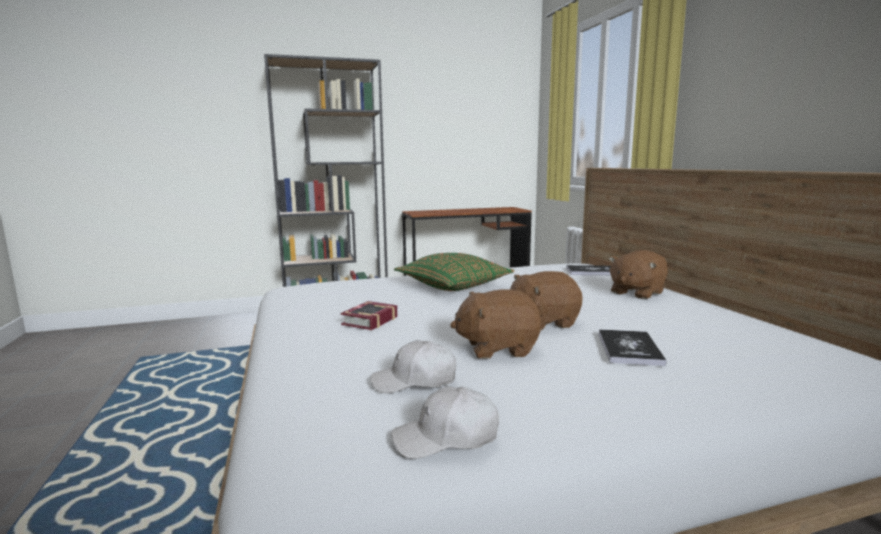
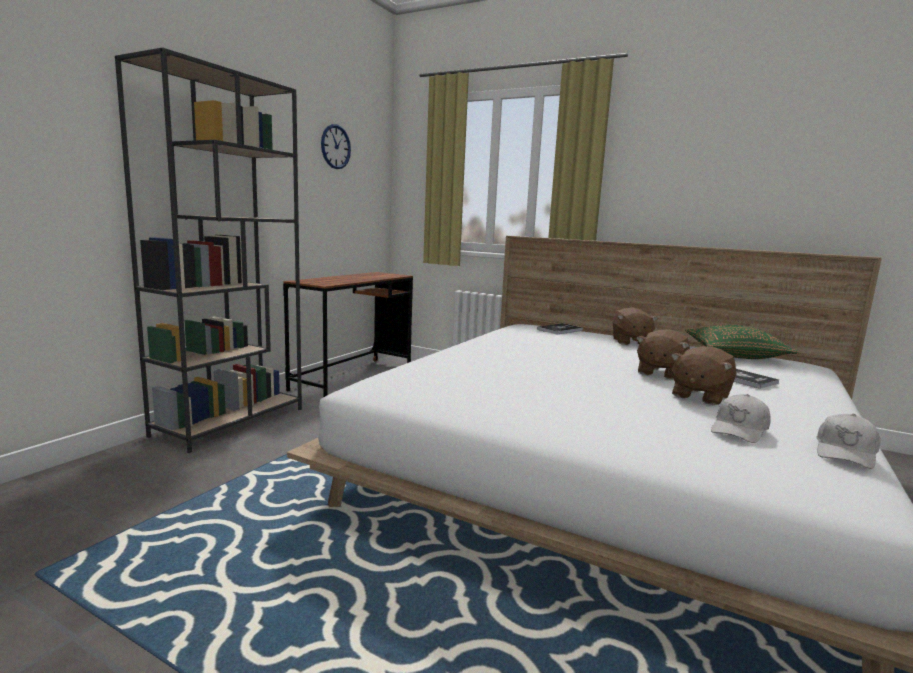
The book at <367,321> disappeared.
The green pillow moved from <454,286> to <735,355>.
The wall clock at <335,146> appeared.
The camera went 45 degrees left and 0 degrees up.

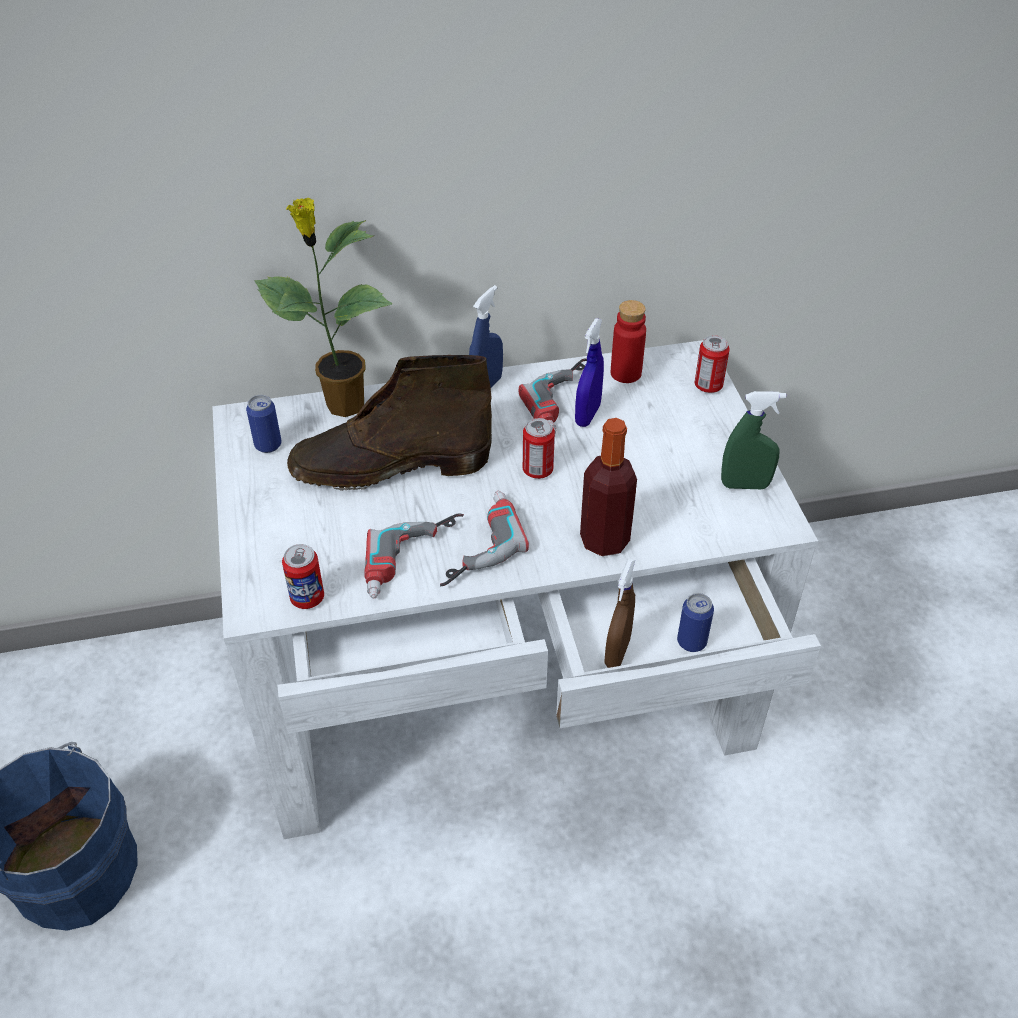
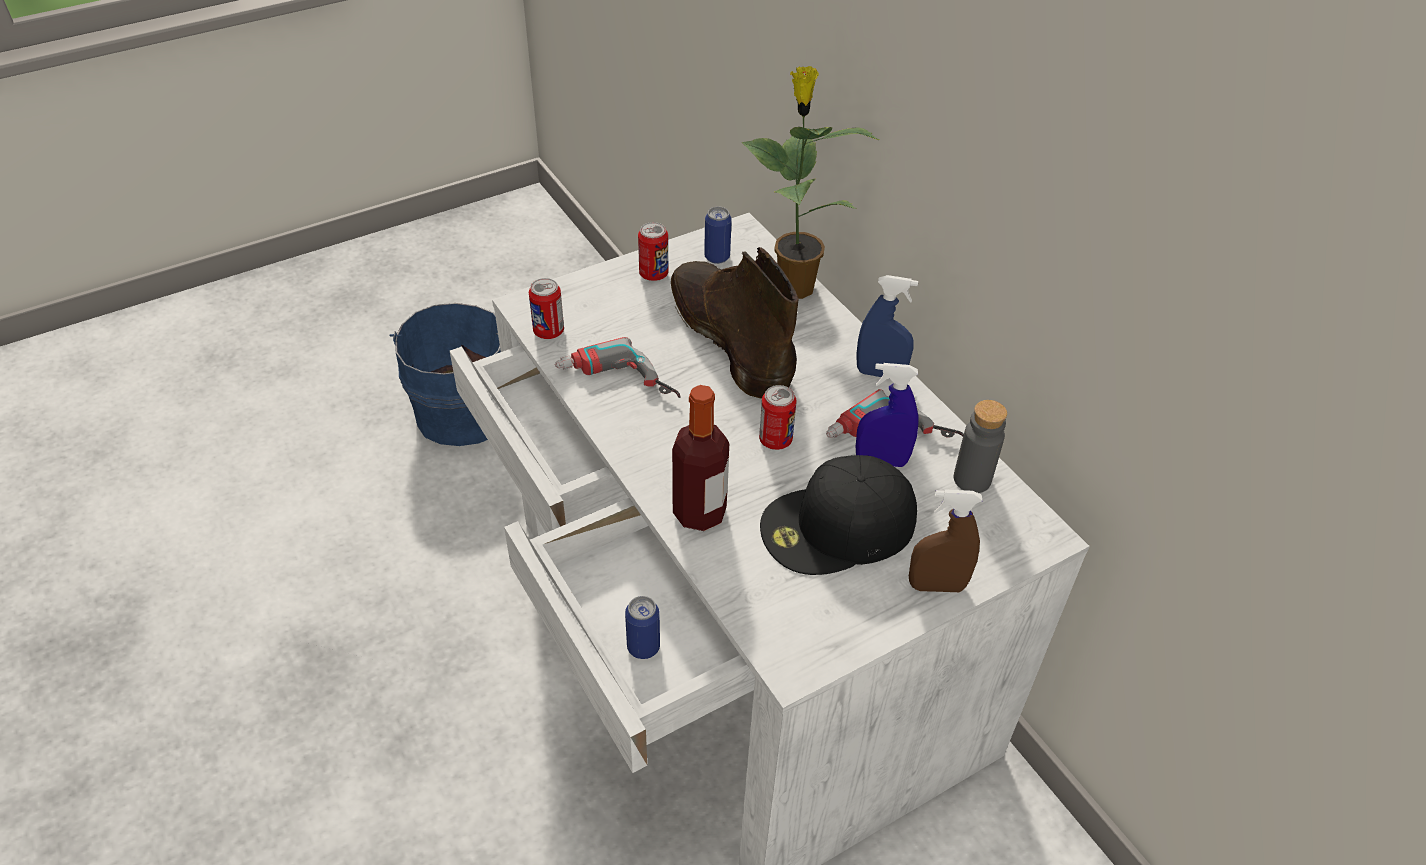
The power drill at <474,543> disappeared.
The brown spray bottle moved from <617,652> to <936,586>.
The red bottle at <625,373> became the grey bottle at <972,479>.
The can moved from <708,386> to <653,274>.
The green spray bottle at <745,485> disappeared.
The black cap at <837,527> appeared.
The camera went 70 degrees right and 0 degrees up.

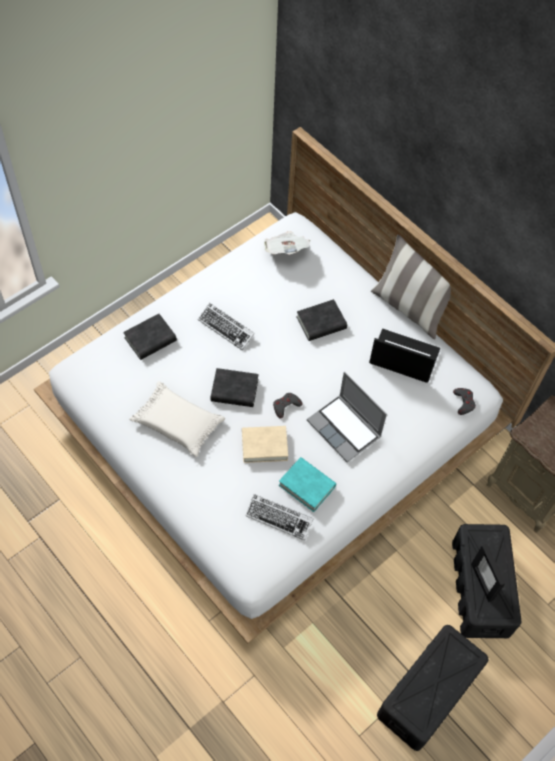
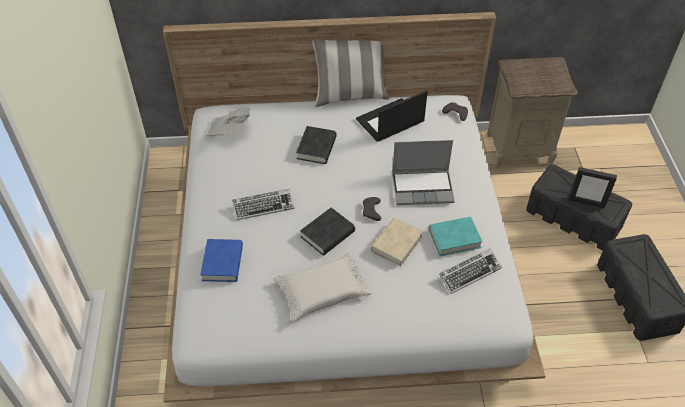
The black book at <150,339> became the blue book at <222,263>.
The camera went 50 degrees left and 10 degrees down.

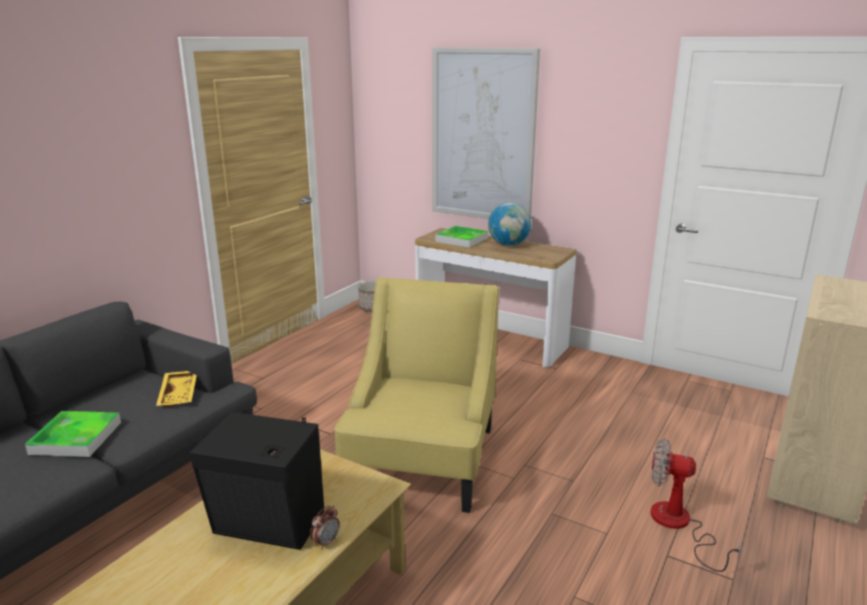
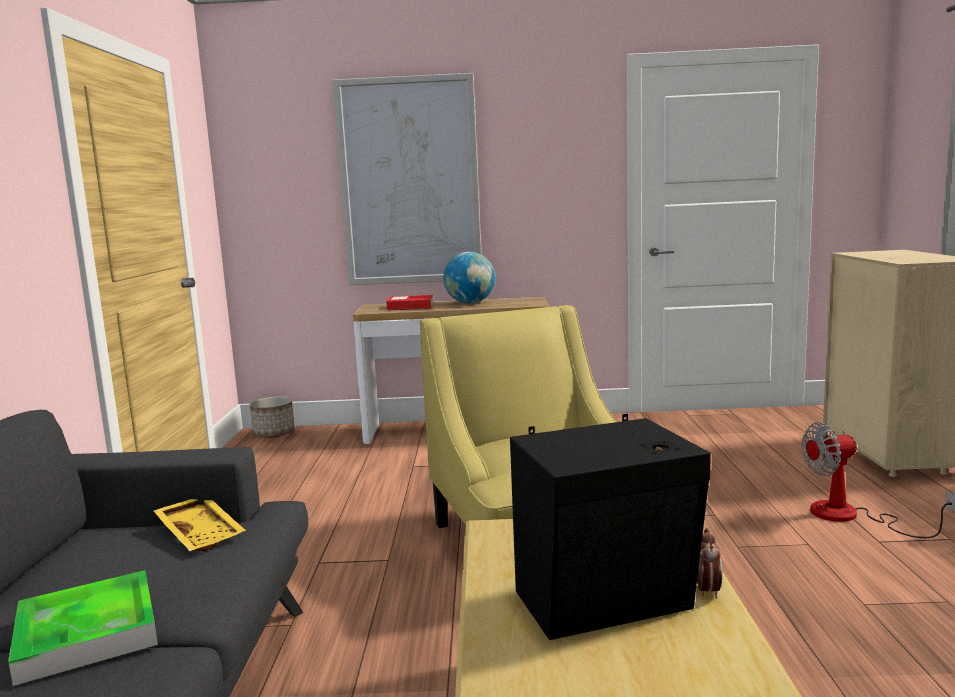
The tray at <462,240> was replaced by the book at <410,307>.
The camera went 30 degrees left and 10 degrees down.

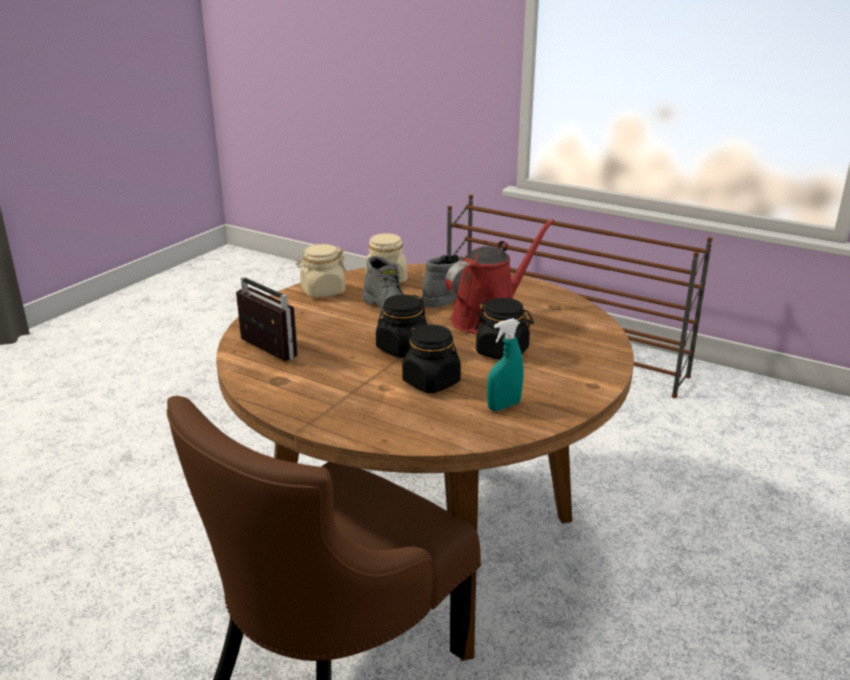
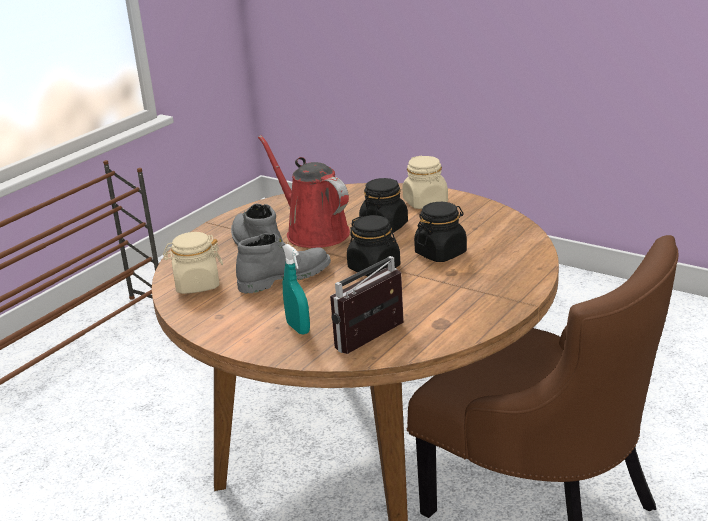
The beige jar moved from <322,291> to <425,202>.
The turquoise spray bottle moved from <504,406> to <298,328>.
The camera went 85 degrees left and 0 degrees up.

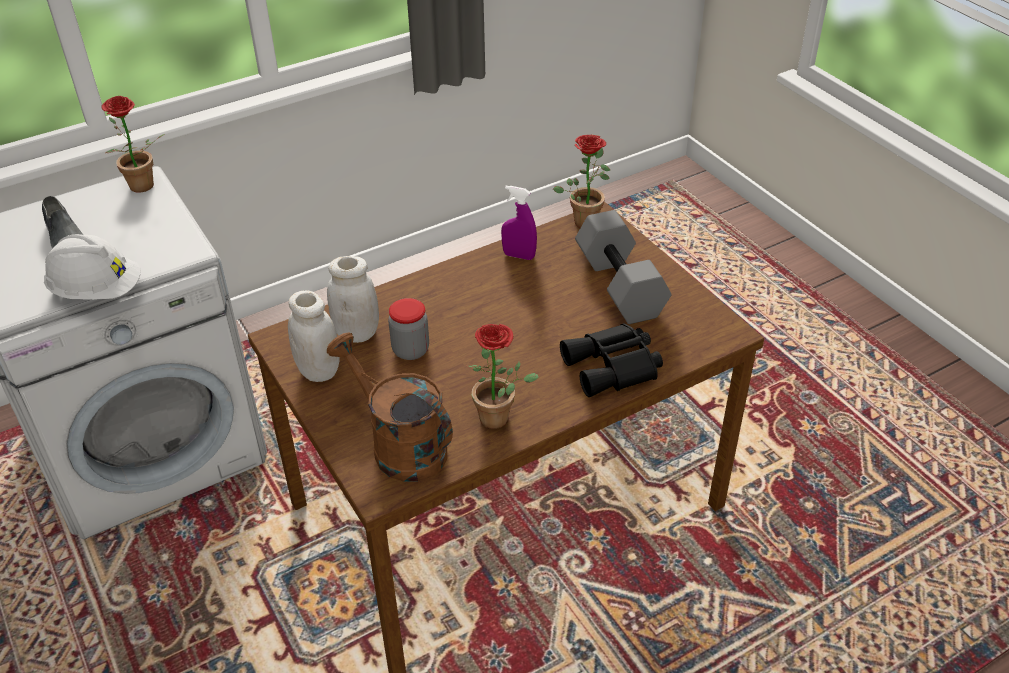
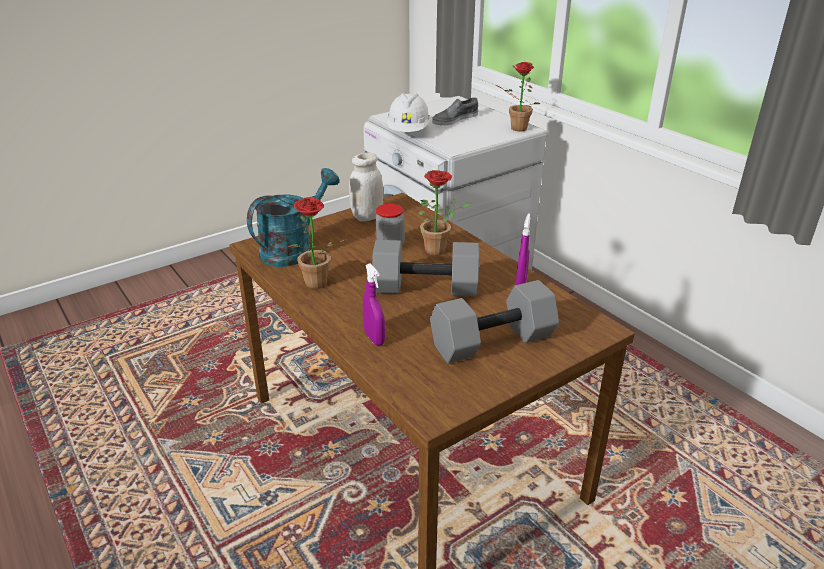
The white jar at <357,333> disappeared.
The brown watering can at <399,445> became the turquoise watering can at <293,249>.
The potted plant moved from <585,218> to <439,250>.
The black binoculars at <614,367> was replaced by the purple spray bottle at <374,338>.
The grey dumbbell at <427,286> appeared.
The camera went 85 degrees right and 10 degrees down.

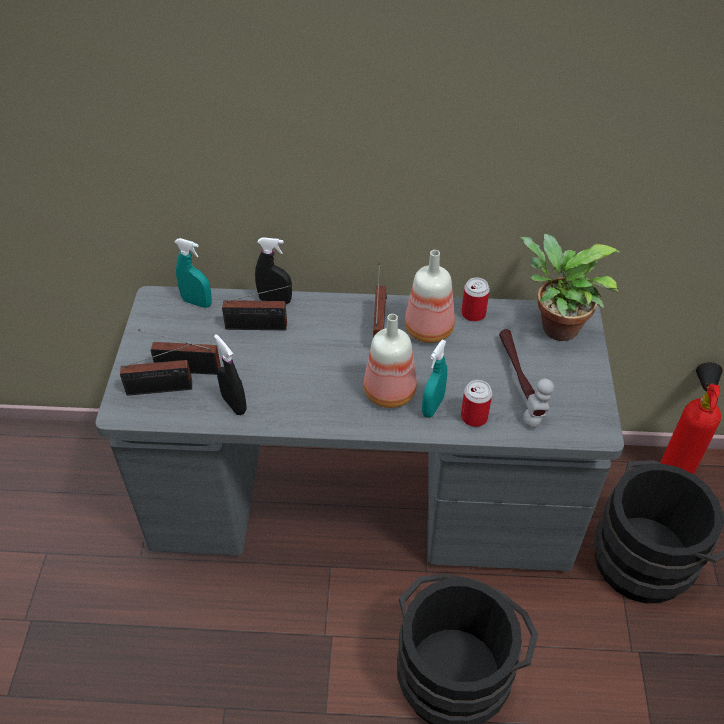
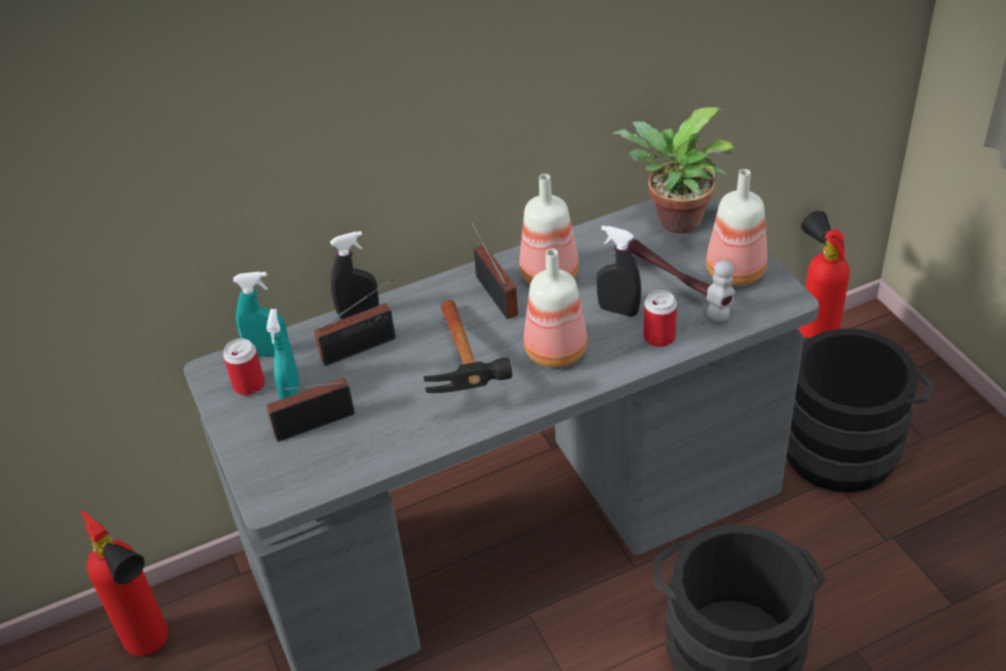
The radio at <163,388> disappeared.
The black spray bottle moved from <234,404> to <618,310>.
The turquoise spray bottle moved from <433,406> to <291,395>.
The can moved from <473,314> to <249,385>.
The fire extinguisher at <154,647> appeared.
The hammer at <468,375> appeared.
The bottle at <736,273> appeared.
The camera went 25 degrees left and 5 degrees down.

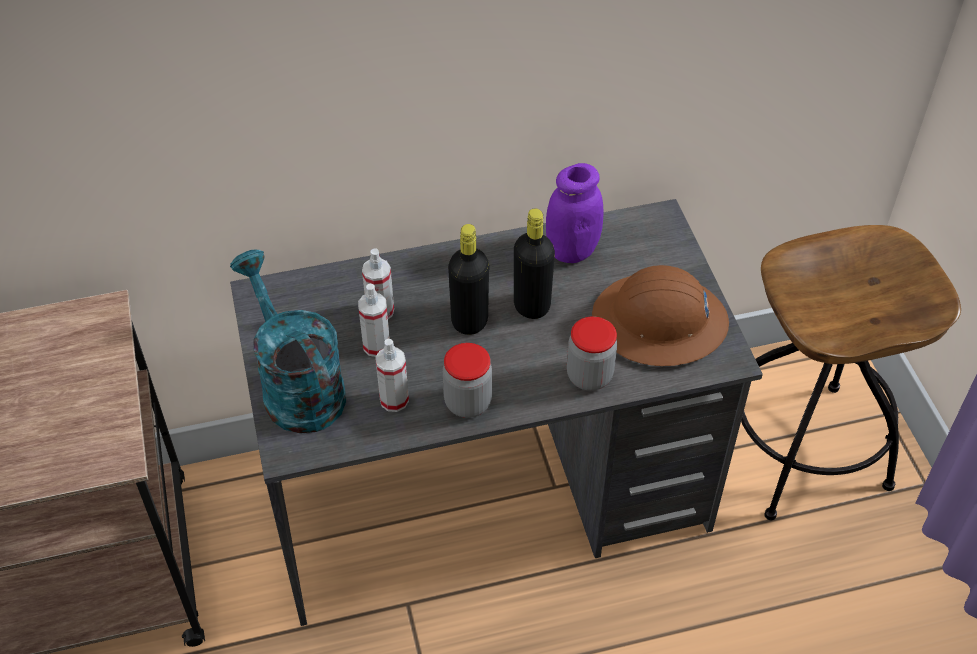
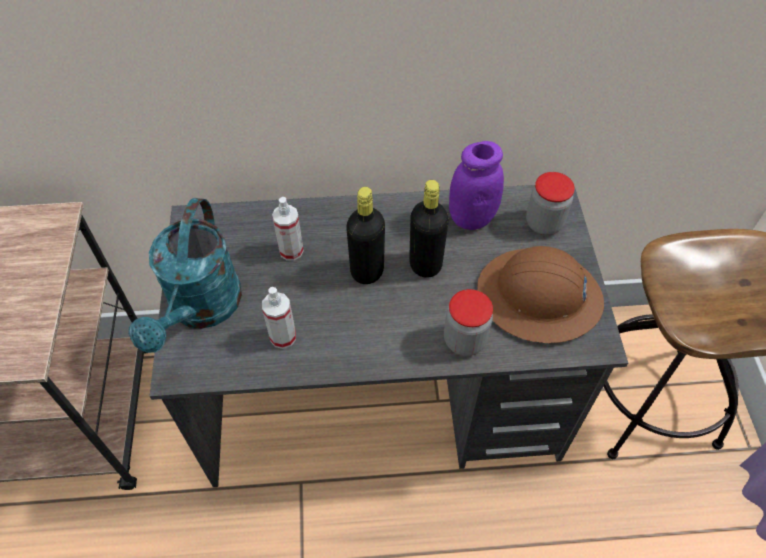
The turquoise watering can at <296,386> turned 150 degrees counterclockwise.
The spray bottle at <376,346> disappeared.
The jar moved from <468,402> to <544,223>.
The camera went 10 degrees right and 5 degrees up.

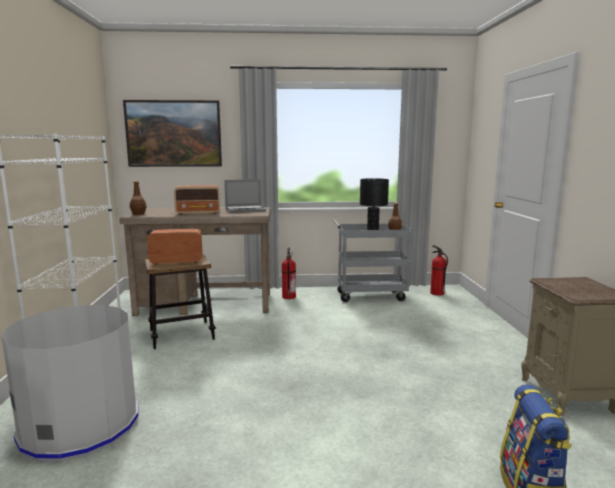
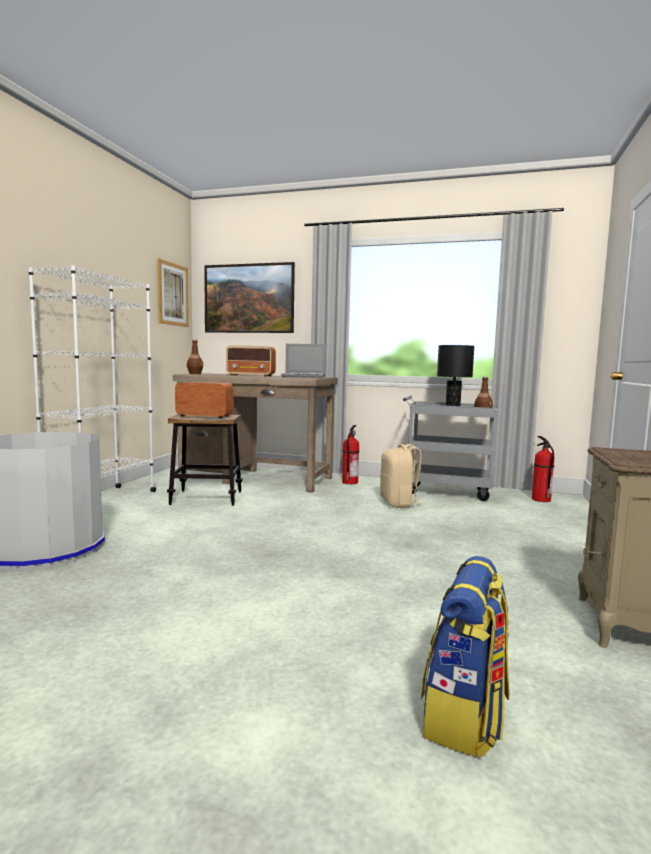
The picture at <172,294> appeared.
The beige backpack at <399,503> appeared.
The camera went 20 degrees right and 5 degrees down.

